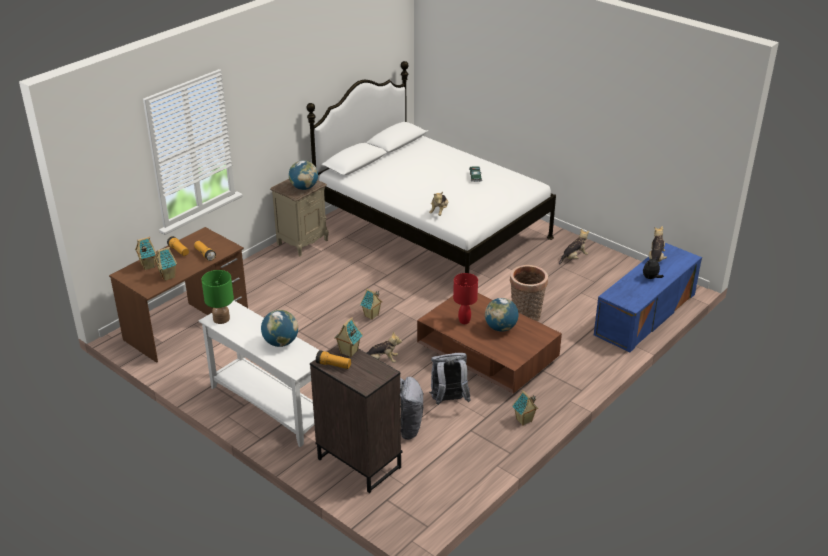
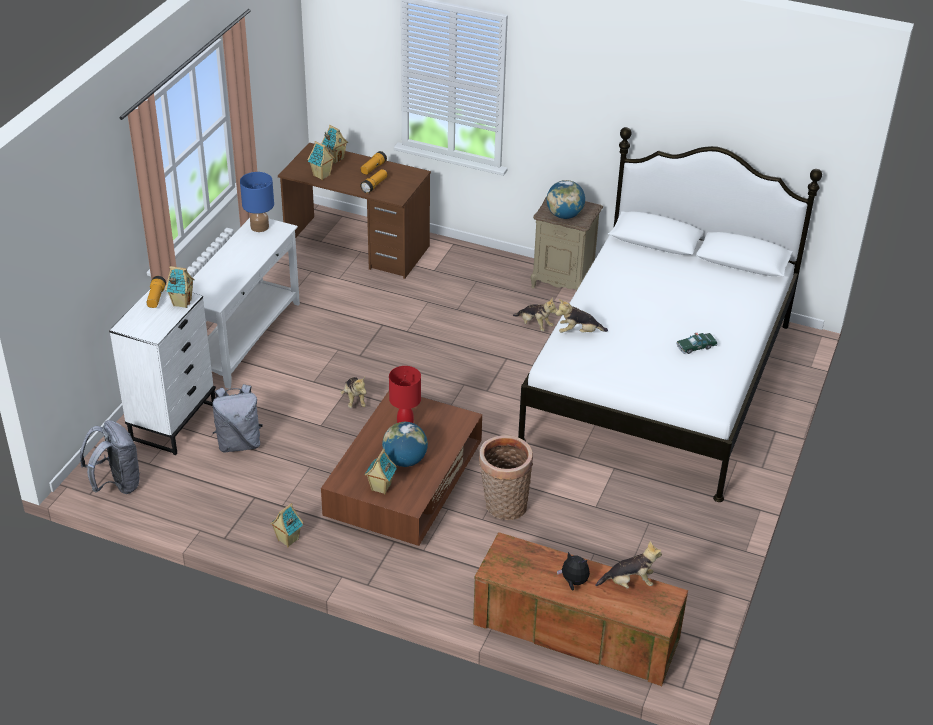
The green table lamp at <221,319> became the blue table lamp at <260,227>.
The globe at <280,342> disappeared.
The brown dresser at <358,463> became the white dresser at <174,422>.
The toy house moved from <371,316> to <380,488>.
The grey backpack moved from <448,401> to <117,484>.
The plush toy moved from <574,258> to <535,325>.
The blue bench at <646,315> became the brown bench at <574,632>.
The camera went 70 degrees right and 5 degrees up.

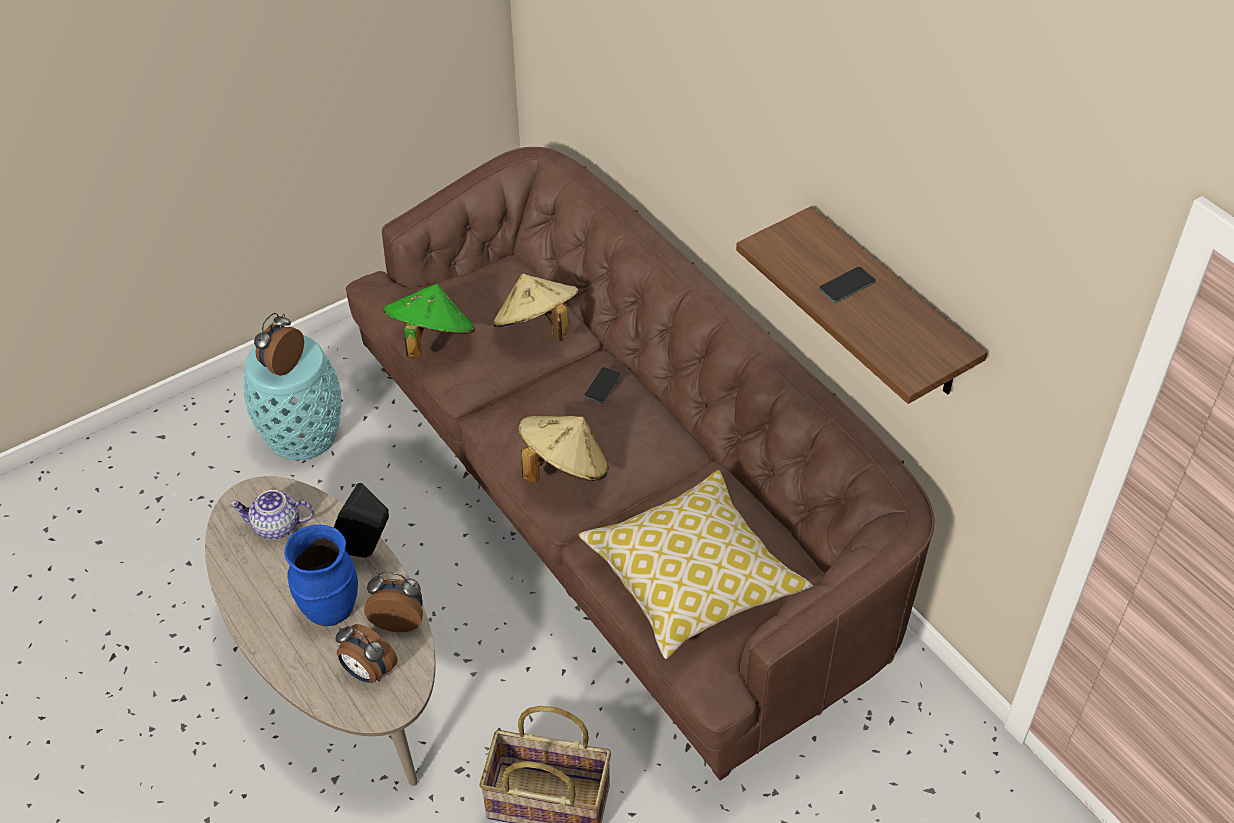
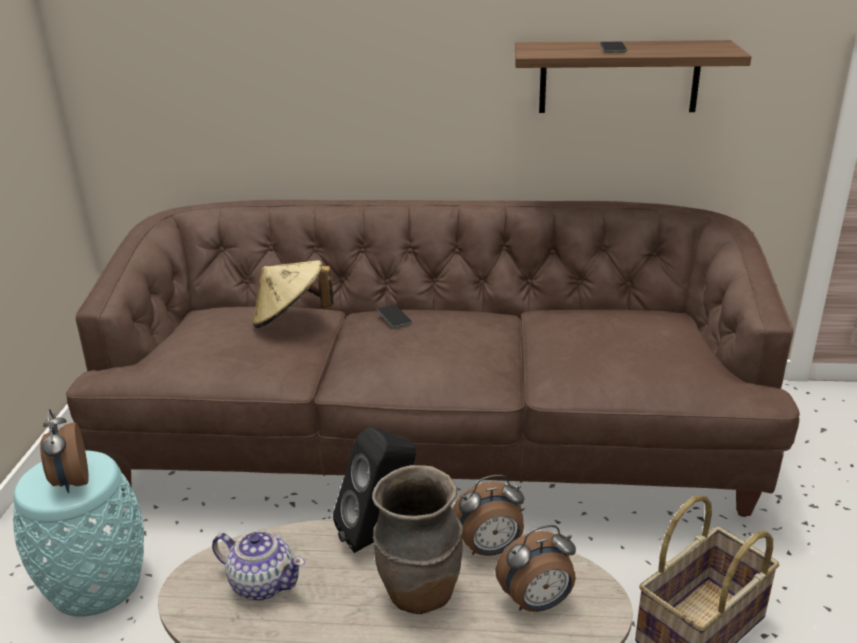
The teapot at <277,526> turned 105 degrees counterclockwise.
The blue vase at <329,607> became the brown vase at <419,593>.
The alarm clock at <399,619> turned 150 degrees counterclockwise.
The green hat at <431,340> disappeared.
The beige hat at <564,468> disappeared.
The pillow at <693,579> disappeared.
The camera went 50 degrees left and 20 degrees down.

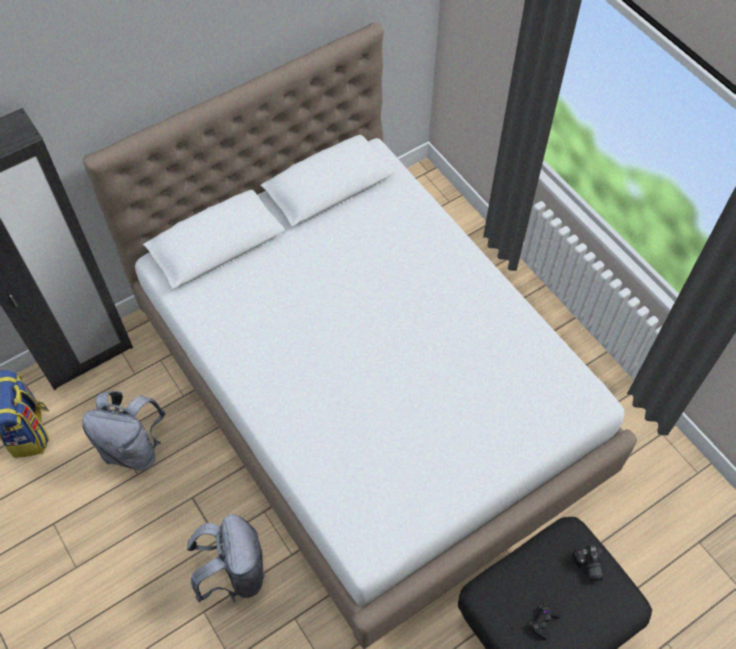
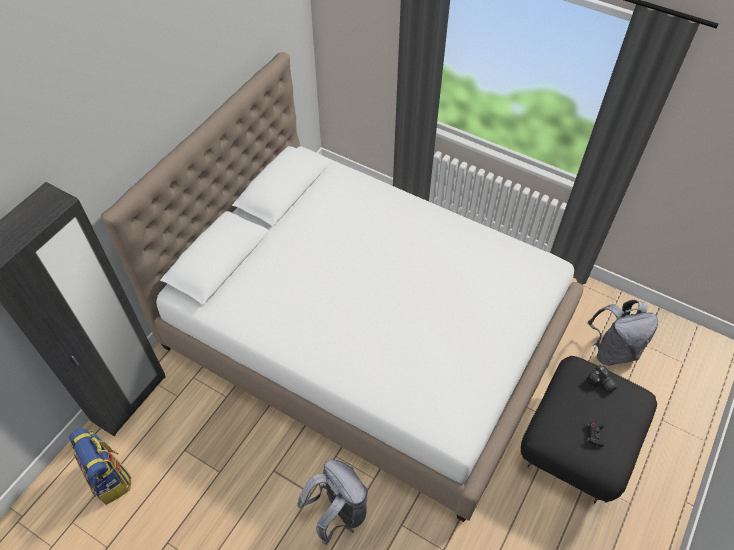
The grey backpack moved from <134,448> to <612,350>.
The camera went 25 degrees left and 5 degrees down.

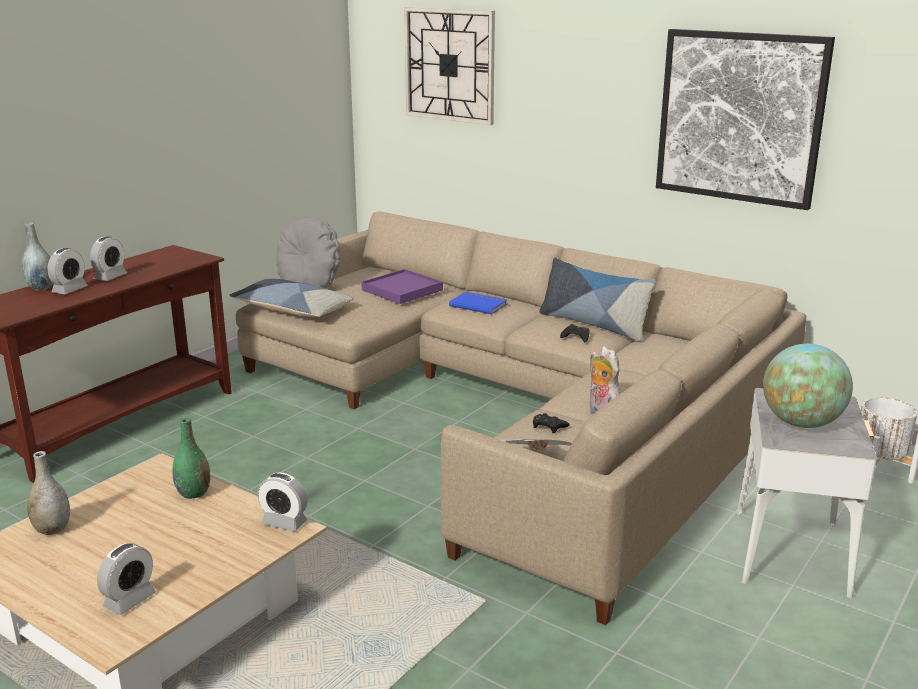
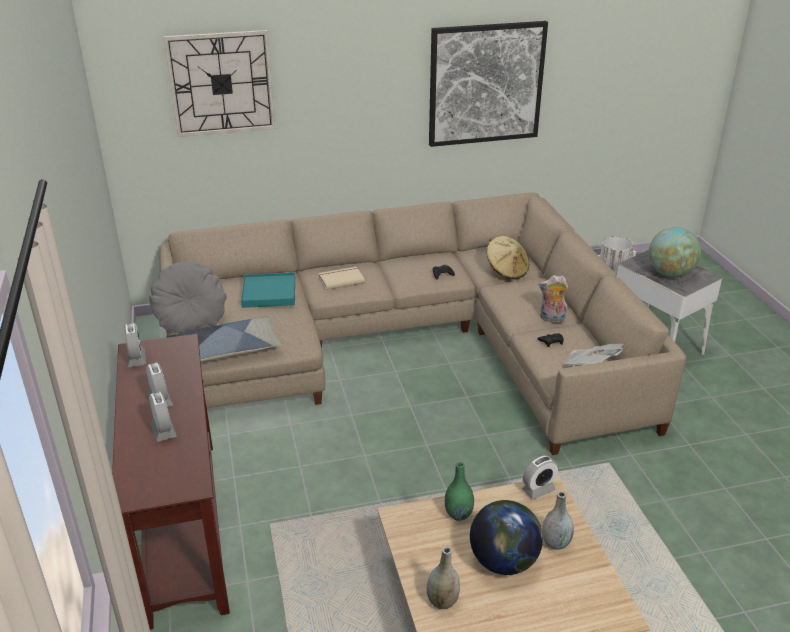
The grey vase moved from <41,288> to <555,543>.
The alarm clock moved from <130,600> to <136,359>.
The purple tray at <402,290> became the turquoise tray at <269,293>.
The blue book at <478,304> became the beige book at <341,279>.
The pillow at <593,324> disappeared.
The globe at <504,561> appeared.
The beige hat at <506,270> appeared.
The camera went 50 degrees left and 10 degrees up.

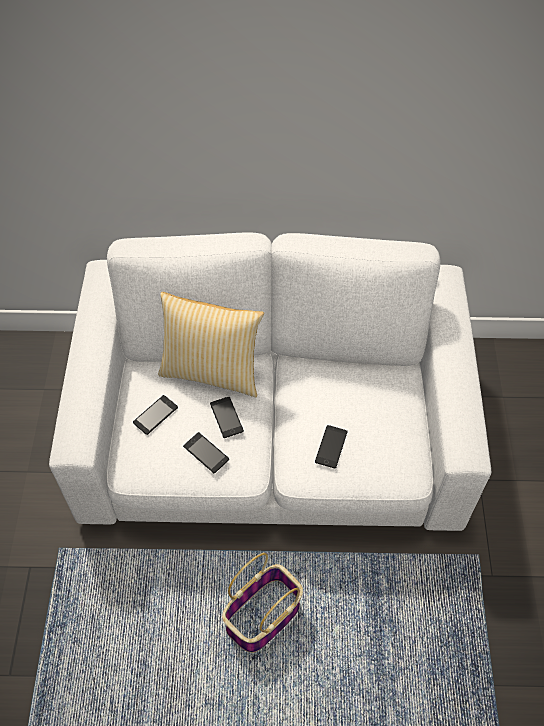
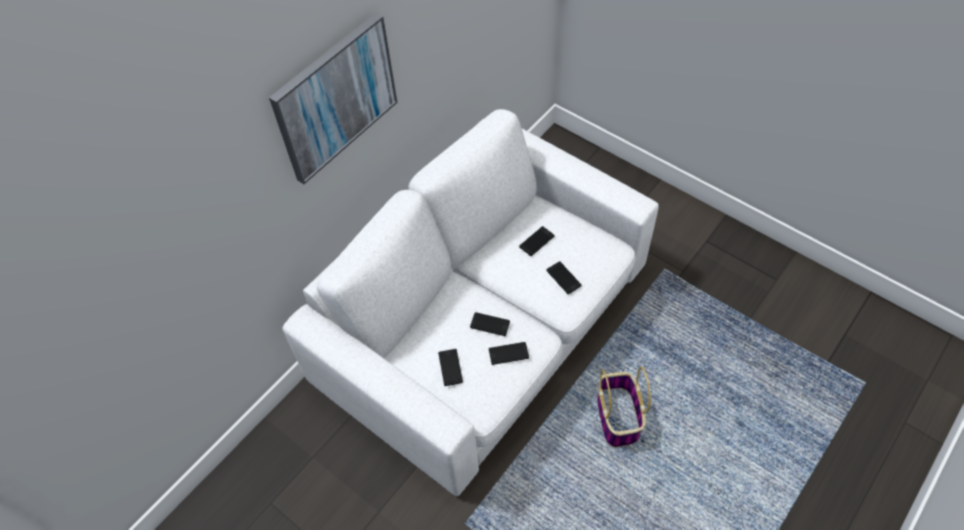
The pillow at <212,371> disappeared.
The picture at <335,98> appeared.
The phone at <536,241> appeared.
The camera went 50 degrees left and 0 degrees up.

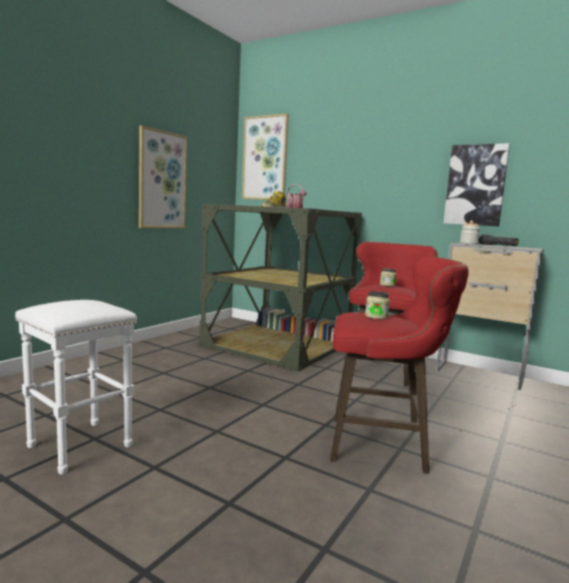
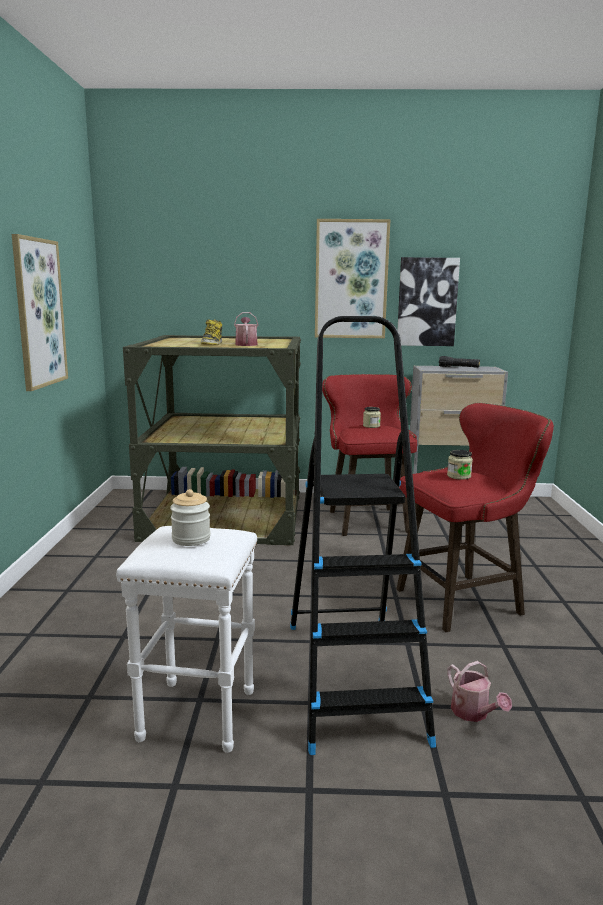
The picture moved from <265,158> to <351,280>.
The jar moved from <468,244> to <191,539>.
The black step ladder at <352,678> appeared.
The watering can at <473,713> appeared.
The camera went 30 degrees left and 5 degrees up.

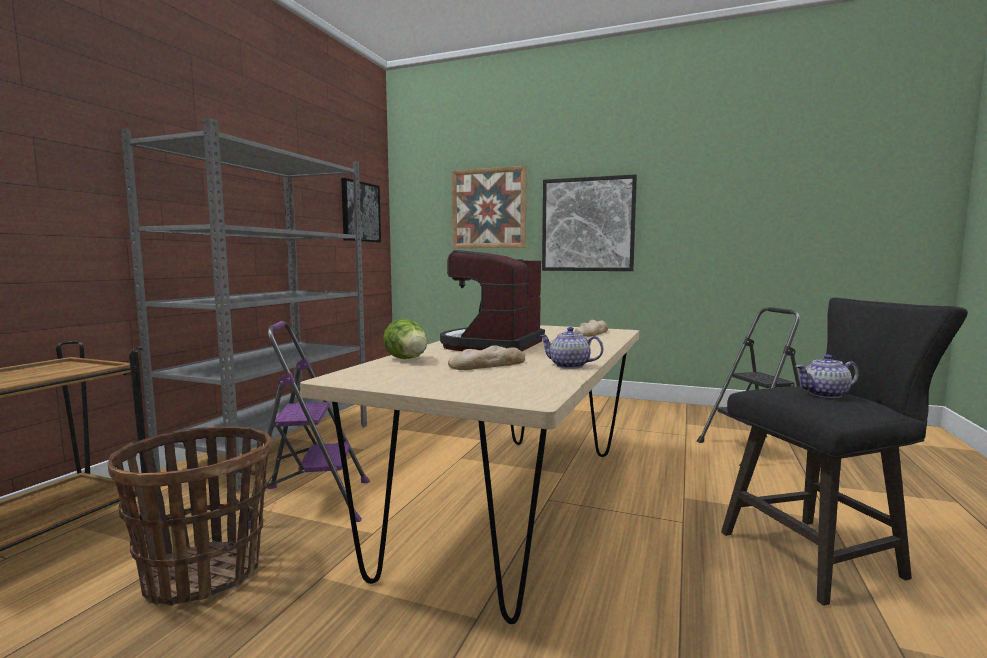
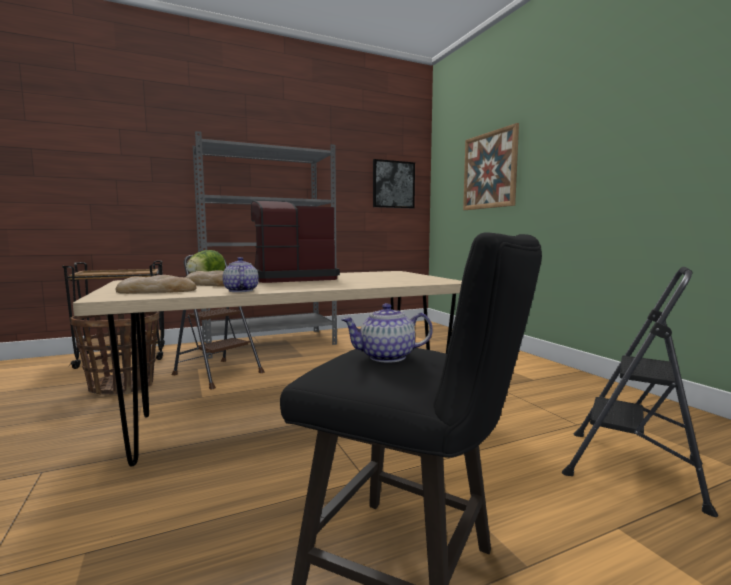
The purple step ladder at <307,502> became the brown step ladder at <217,372>.
The picture at <587,224> disappeared.
The bread moved from <592,333> to <157,291>.
The teapot at <825,394> turned 45 degrees counterclockwise.
The camera went 45 degrees right and 0 degrees up.

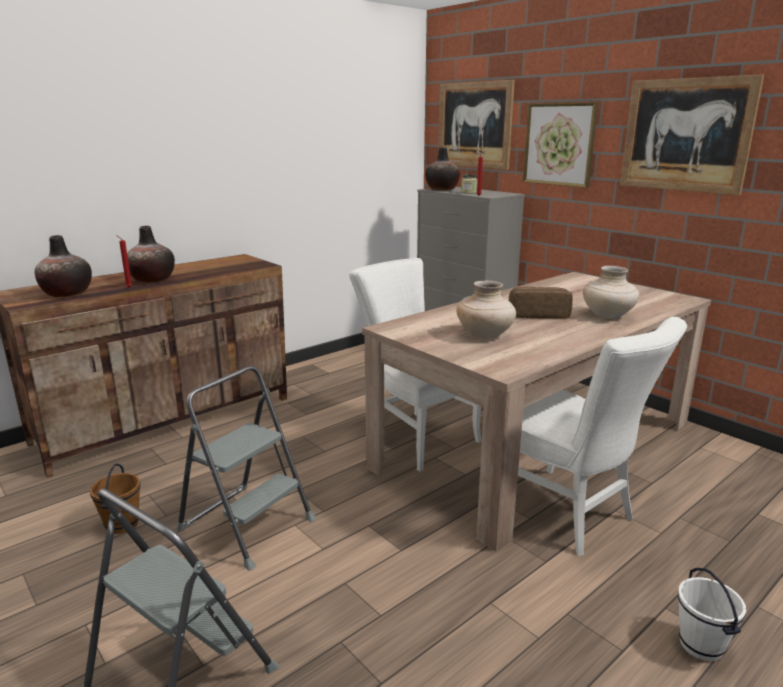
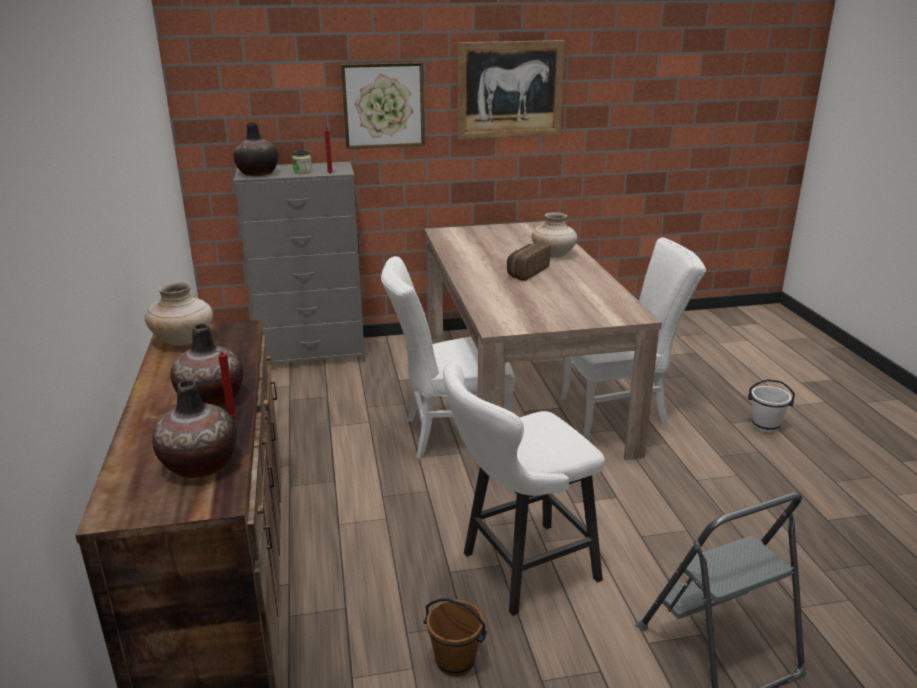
The grey step ladder at <243,522> was replaced by the white stool at <516,571>.
The picture at <474,125> disappeared.
The beige vase moved from <485,335> to <184,340>.
The camera went 60 degrees left and 5 degrees up.

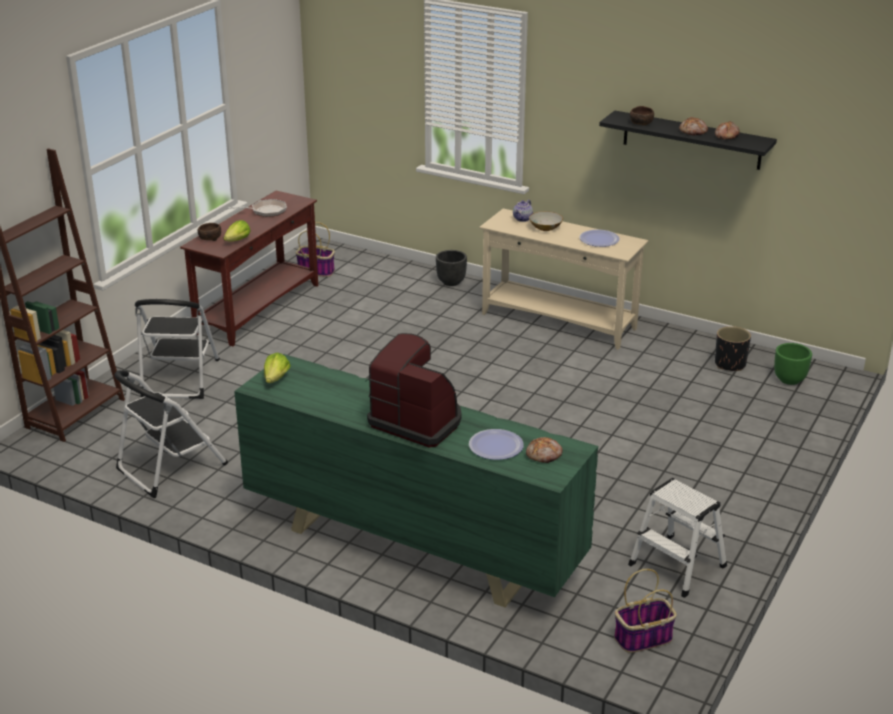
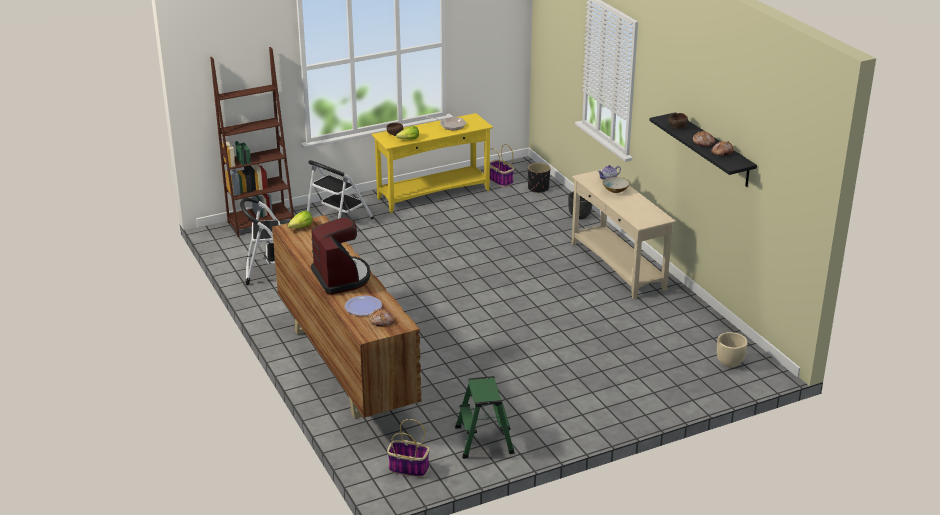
The brown console table at <258,309> became the yellow console table at <433,194>.
The green cabinet at <410,548> became the brown cabinet at <345,366>.
The plate at <599,239> disappeared.
The white step ladder at <678,565> became the green step ladder at <484,440>.
The black planter moved from <730,364> to <538,188>.
The green planter at <790,380> became the beige planter at <730,363>.
The camera went 35 degrees right and 0 degrees up.

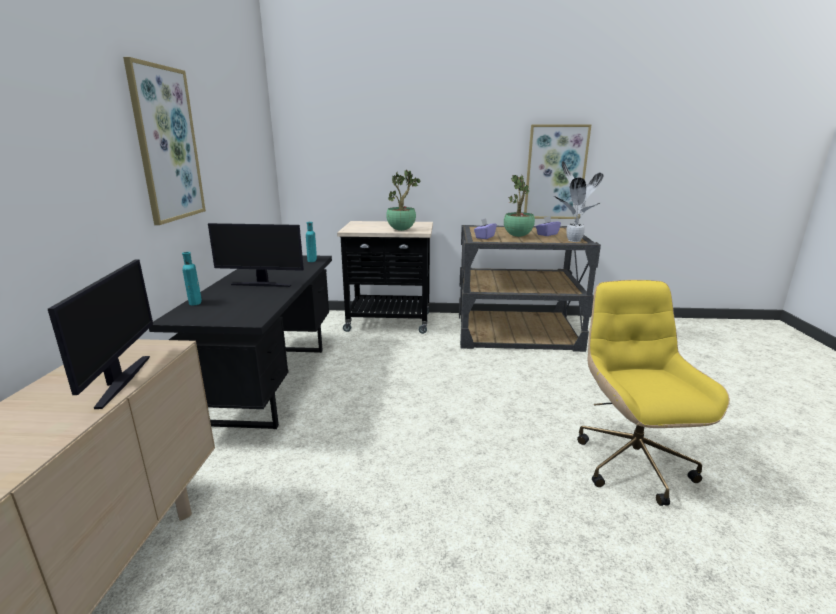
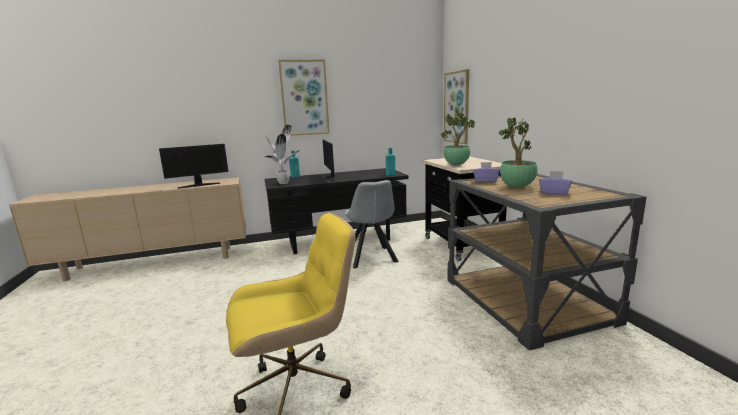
The picture moved from <555,173> to <457,107>.
The potted plant moved from <572,240> to <284,183>.
The grey chair at <371,258> appeared.
The camera went 70 degrees right and 5 degrees down.

